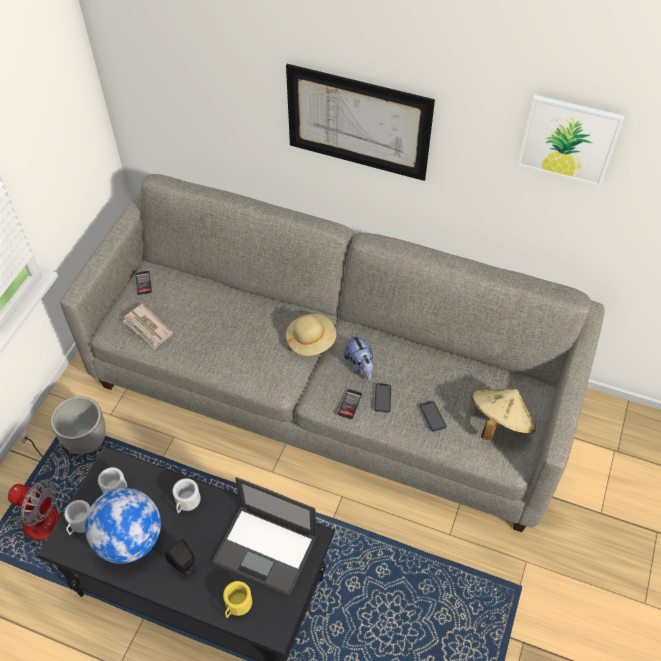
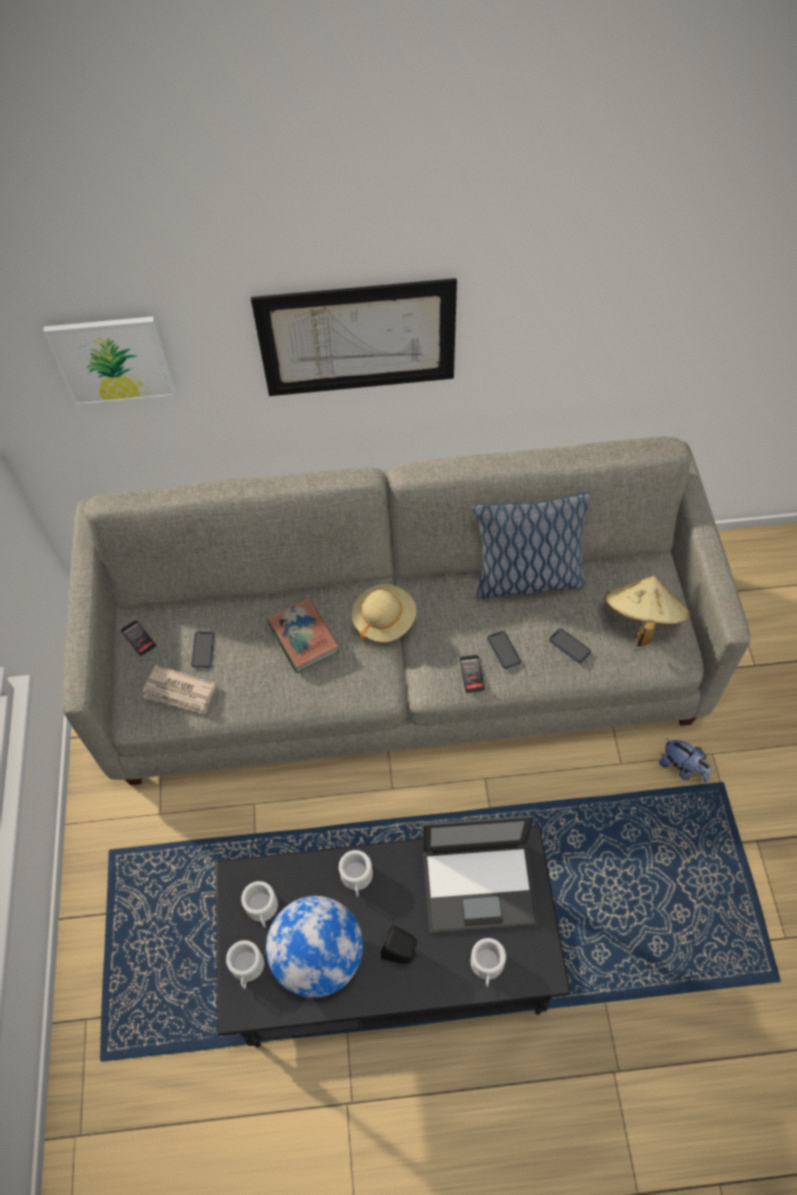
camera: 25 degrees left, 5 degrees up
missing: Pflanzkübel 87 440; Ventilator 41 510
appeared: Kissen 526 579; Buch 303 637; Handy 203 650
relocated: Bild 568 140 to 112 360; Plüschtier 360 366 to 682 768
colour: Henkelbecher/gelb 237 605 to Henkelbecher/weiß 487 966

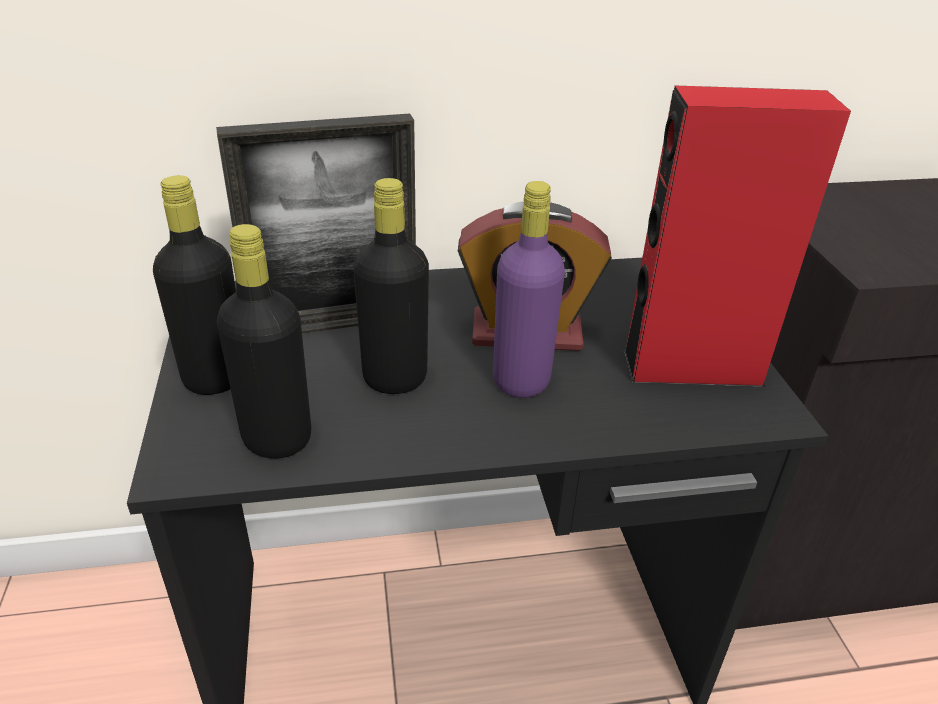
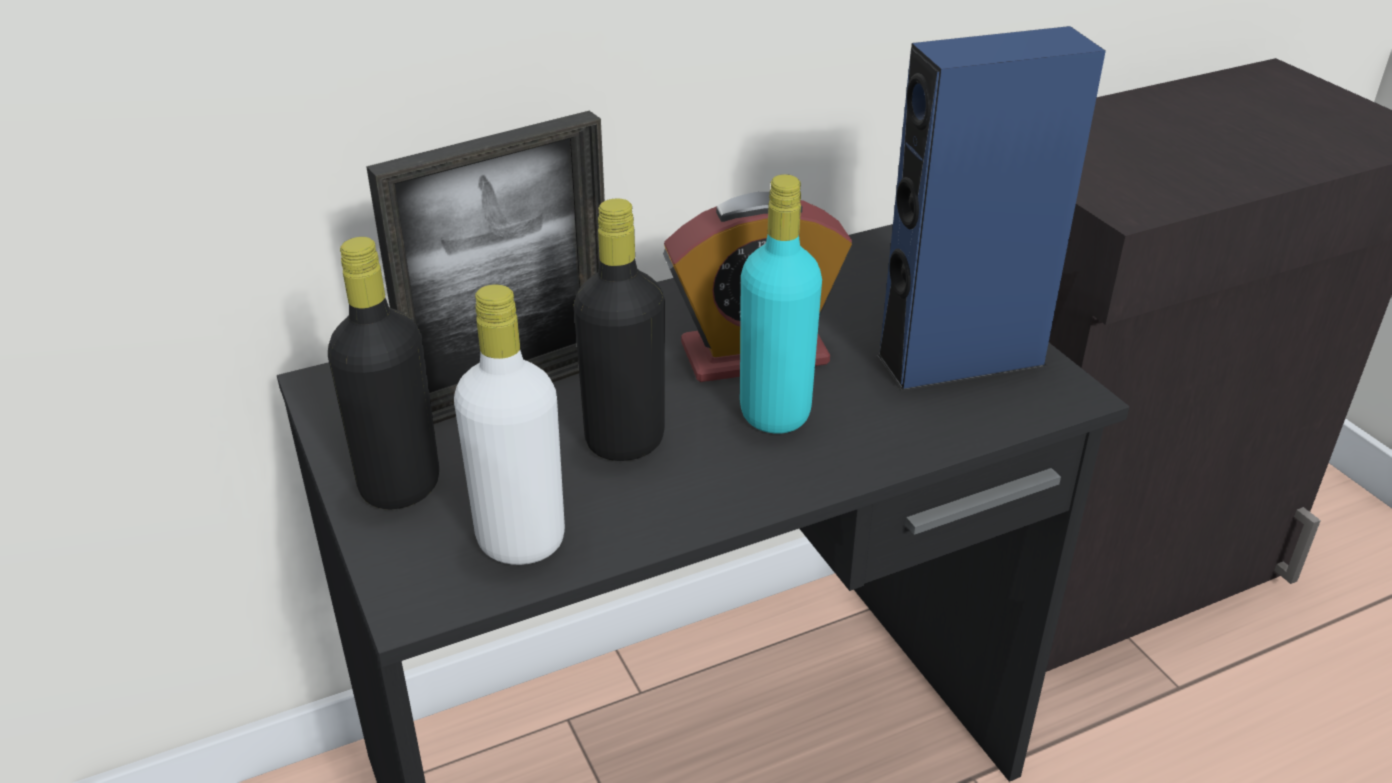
camera: 15 degrees left, 0 degrees up
colour: Lautsprecher/rot 692 369 to Lautsprecher/blau 960 361; Flasche/lila 521 380 to Flasche/türkis 775 413; Flasche/schwarz 277 439 to Flasche/weiß 521 541

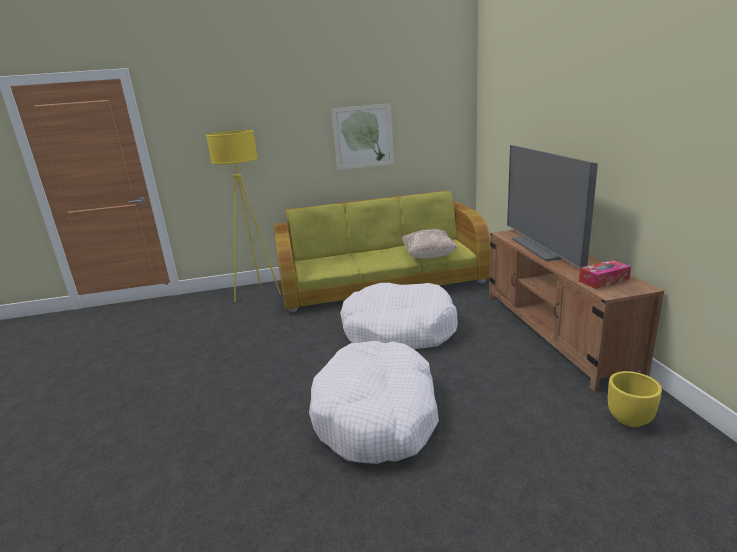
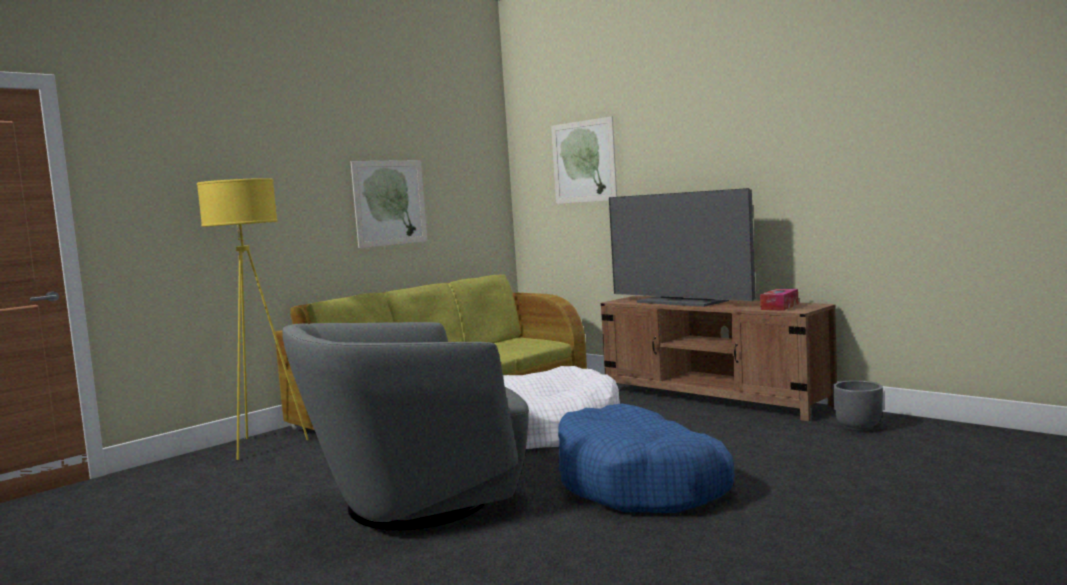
camera: 35 degrees left, 15 degrees down
missing: Kissen/beige 429 256
appeared: Bild 583 161; Sessel/grau 415 503
colour: Hundebett/weiß 377 415 to Hundebett/blau 640 484; Pflanzkübel/gelb 630 419 to Pflanzkübel/grau 859 427

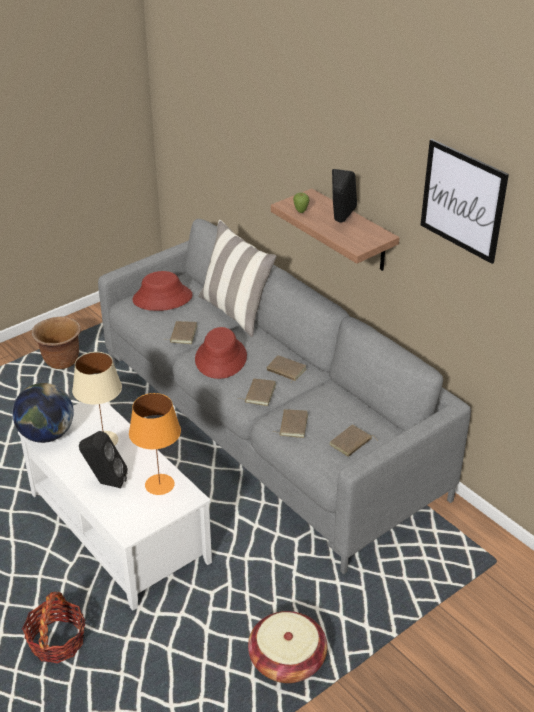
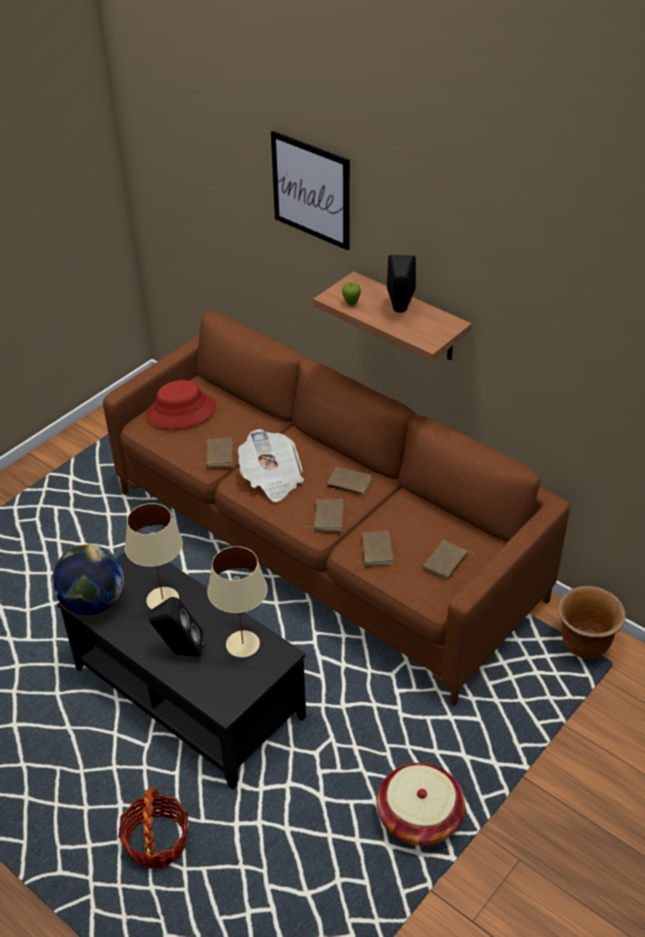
camera: 10 degrees left, 5 degrees up
missing: Kissen 236 312
relocated: Bild 462 200 to 311 190; Pflanzkübel/braun 61 361 to 584 645
exchanged: Hut/rot 221 358 to Zeitung 271 479
colour: Sofa/grau 267 428 to Sofa/braun 324 545; Tischlampe/orange 159 485 to Tischlampe/beige 242 644; Couchtisch/weiß 120 527 to Couchtisch/schwarz 190 691

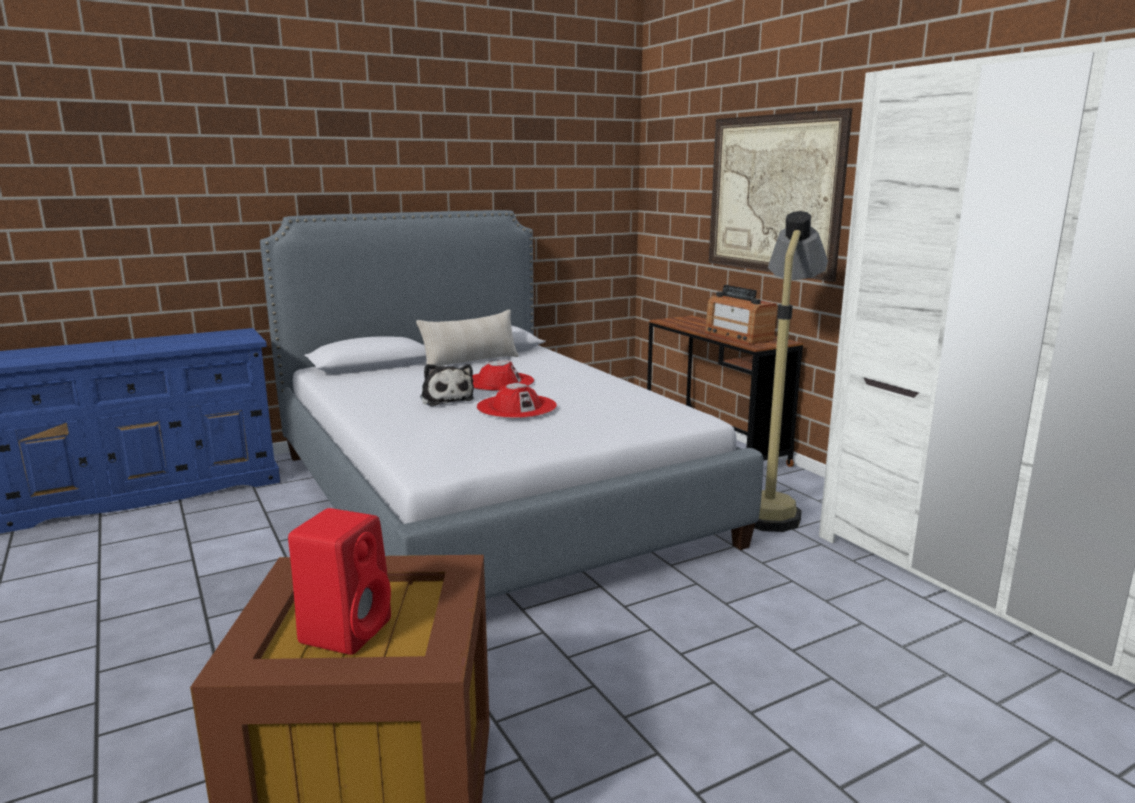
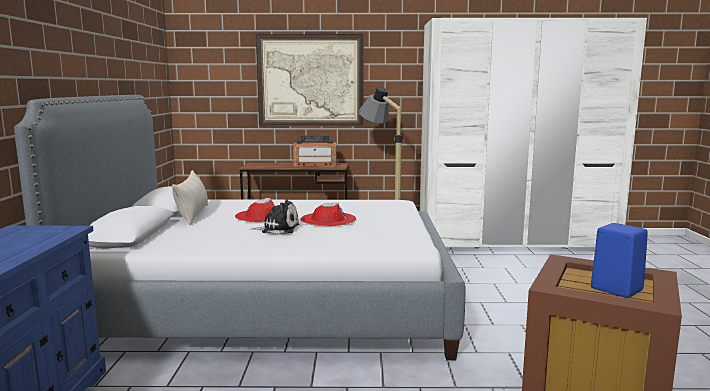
camera: 60 degrees left, 5 degrees down
colour: Lautsprecher/rot 346 629 to Lautsprecher/blau 614 289

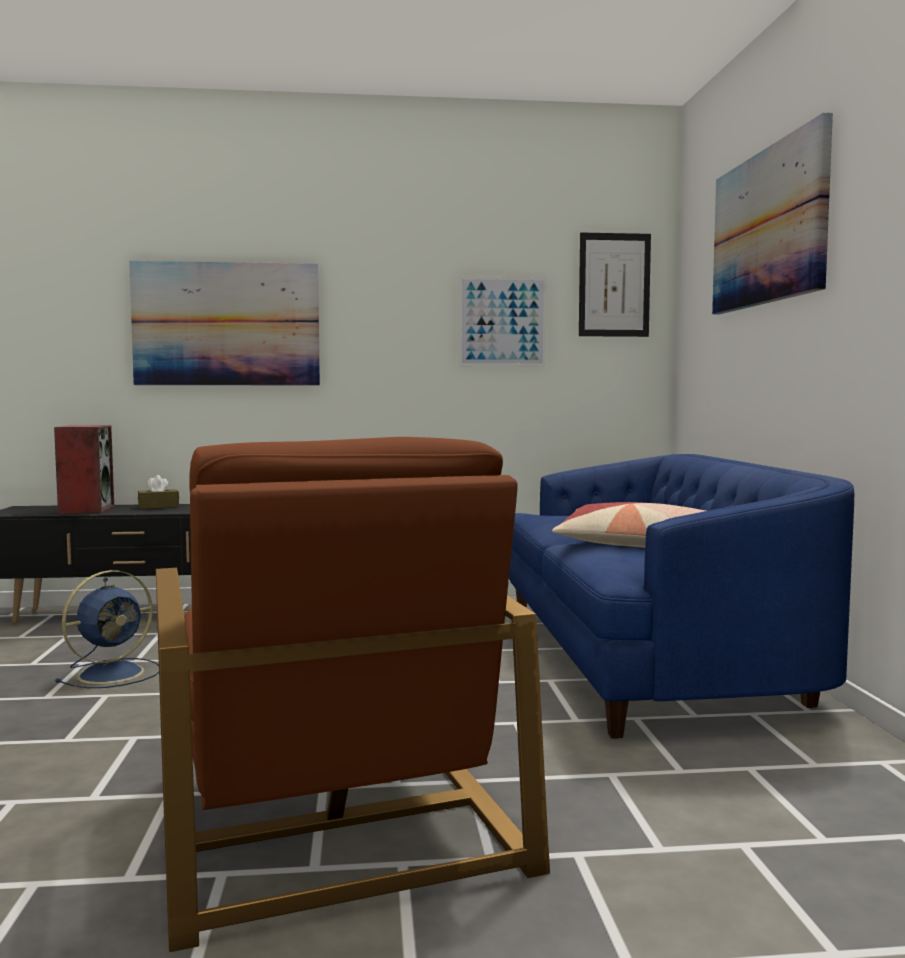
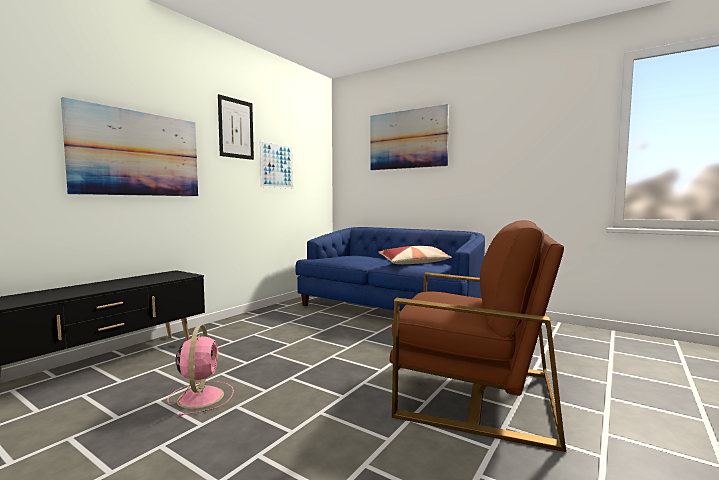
camera: 50 degrees left, 0 degrees up
missing: Lautsprecher 86 509; Taschentuchbox/braun 158 507
relocated: Bild 614 285 to 236 128
colour: Ventilator/blau 114 673 to Ventilator/rosa 201 396

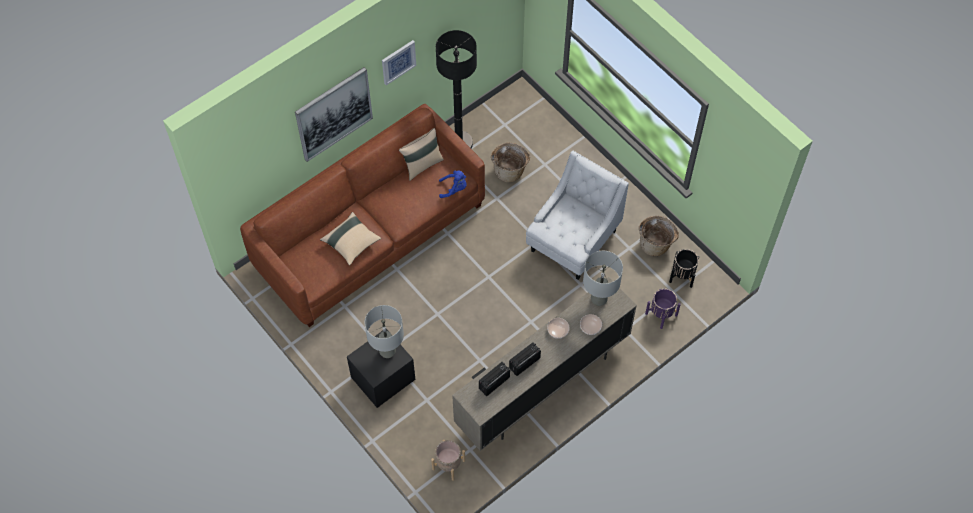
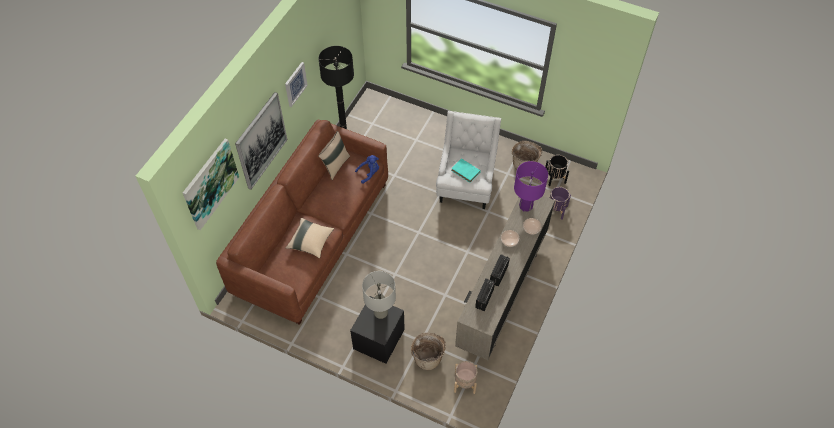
camera: 25 degrees left, 5 degrees down
appeared: Bild 210 183; Buch/türkis 466 172
relocated: Korb 510 170 to 428 357
colour: Tischlampe/grau 598 299 to Tischlampe/lila 525 206

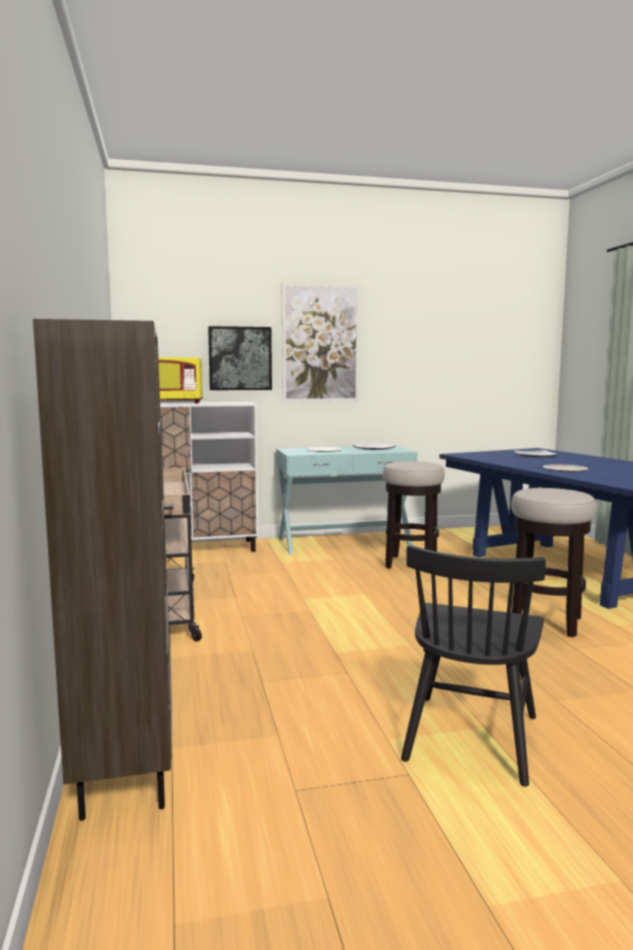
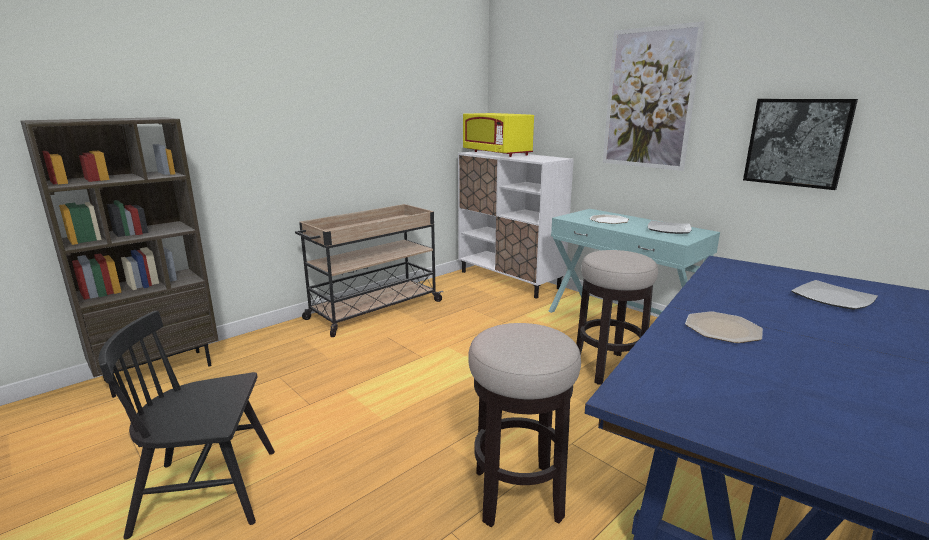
camera: 60 degrees right, 10 degrees up
relocated: Bild 240 358 to 796 142

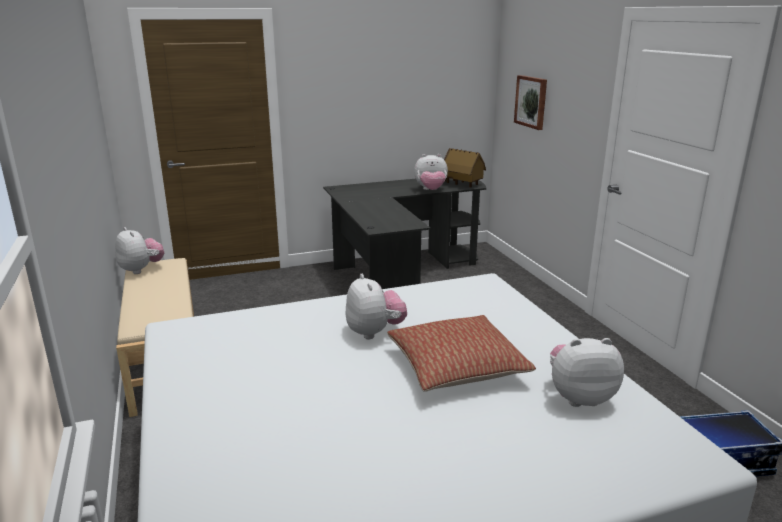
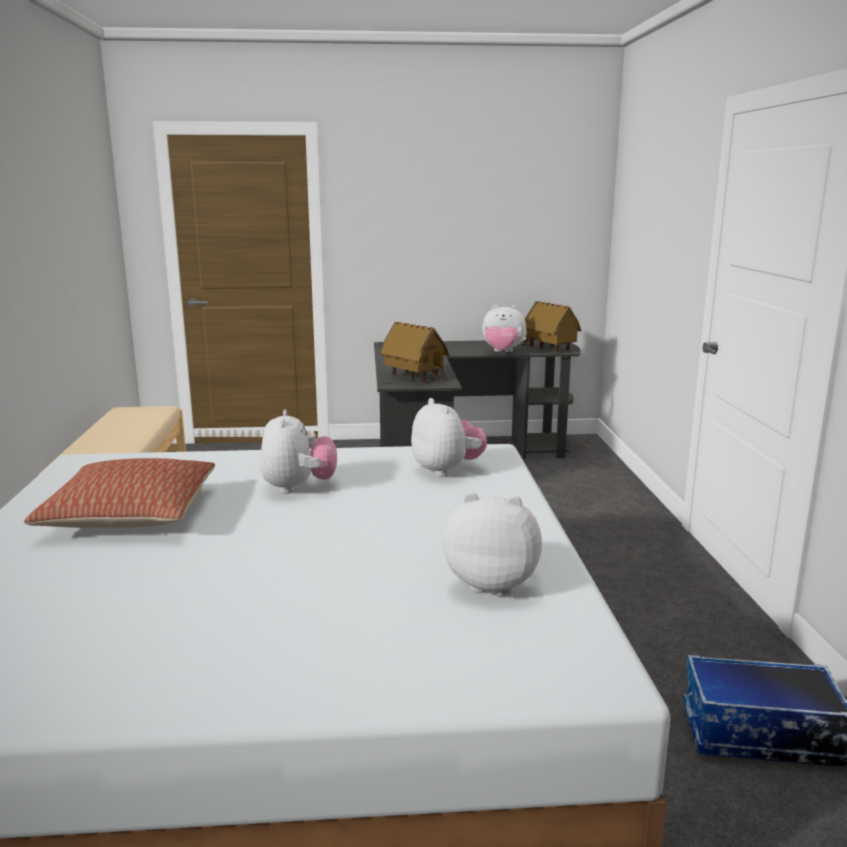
camera: 15 degrees right, 5 degrees down
missing: Bild 531 101
appeared: Spielzeughaus 415 377
relocated: Plüschtier 141 269 to 447 470; Kissen 456 367 to 130 515

